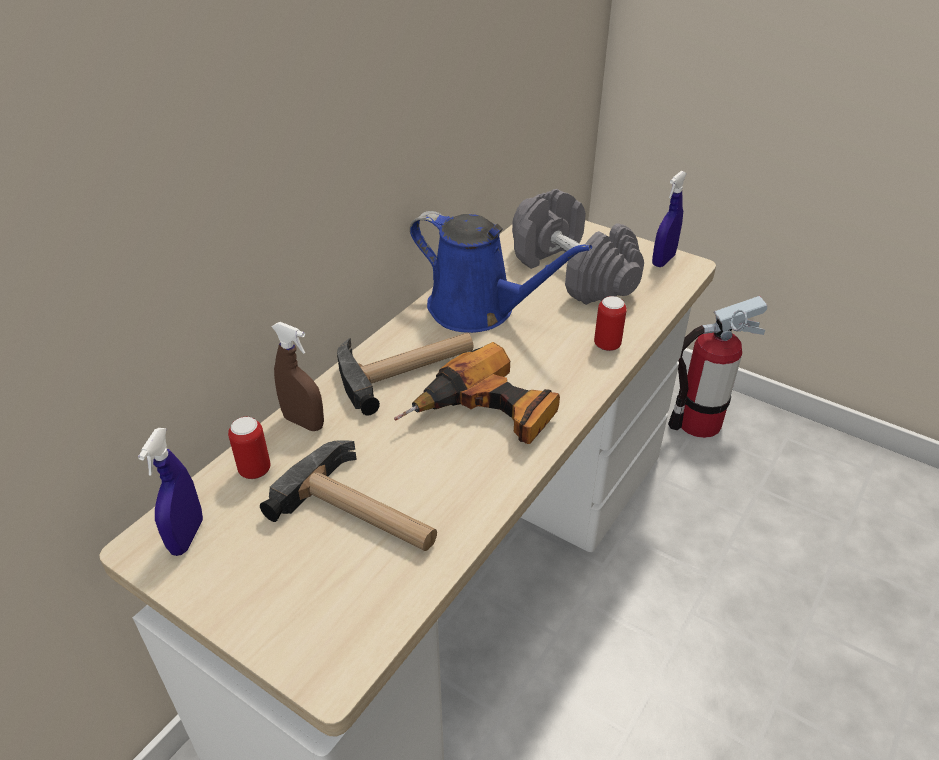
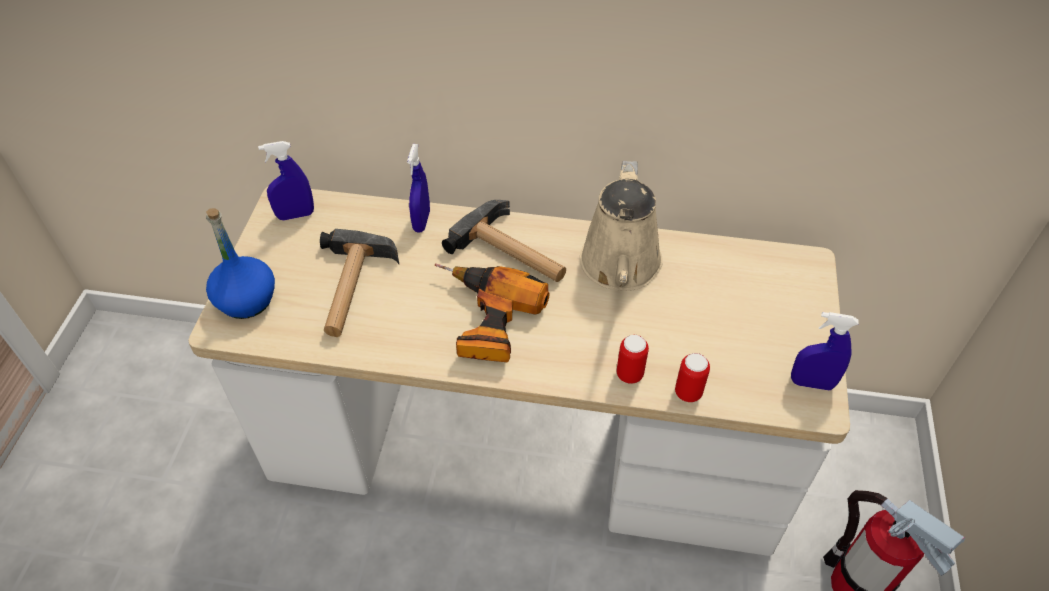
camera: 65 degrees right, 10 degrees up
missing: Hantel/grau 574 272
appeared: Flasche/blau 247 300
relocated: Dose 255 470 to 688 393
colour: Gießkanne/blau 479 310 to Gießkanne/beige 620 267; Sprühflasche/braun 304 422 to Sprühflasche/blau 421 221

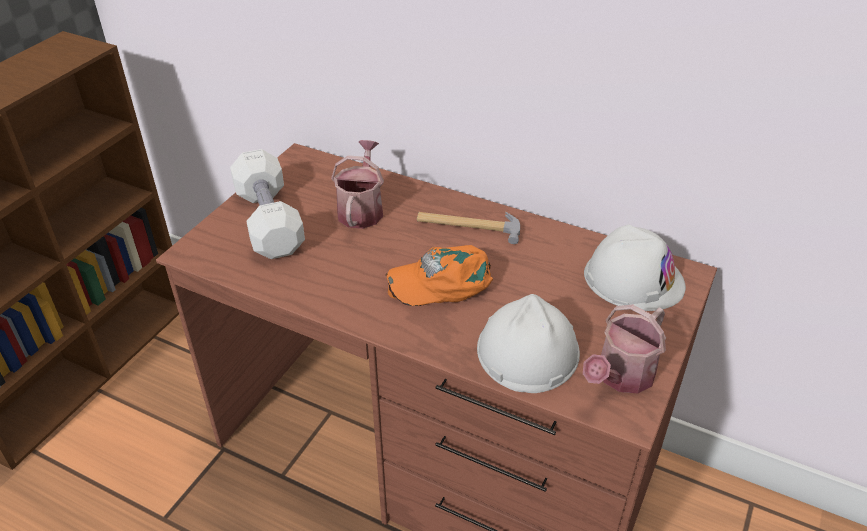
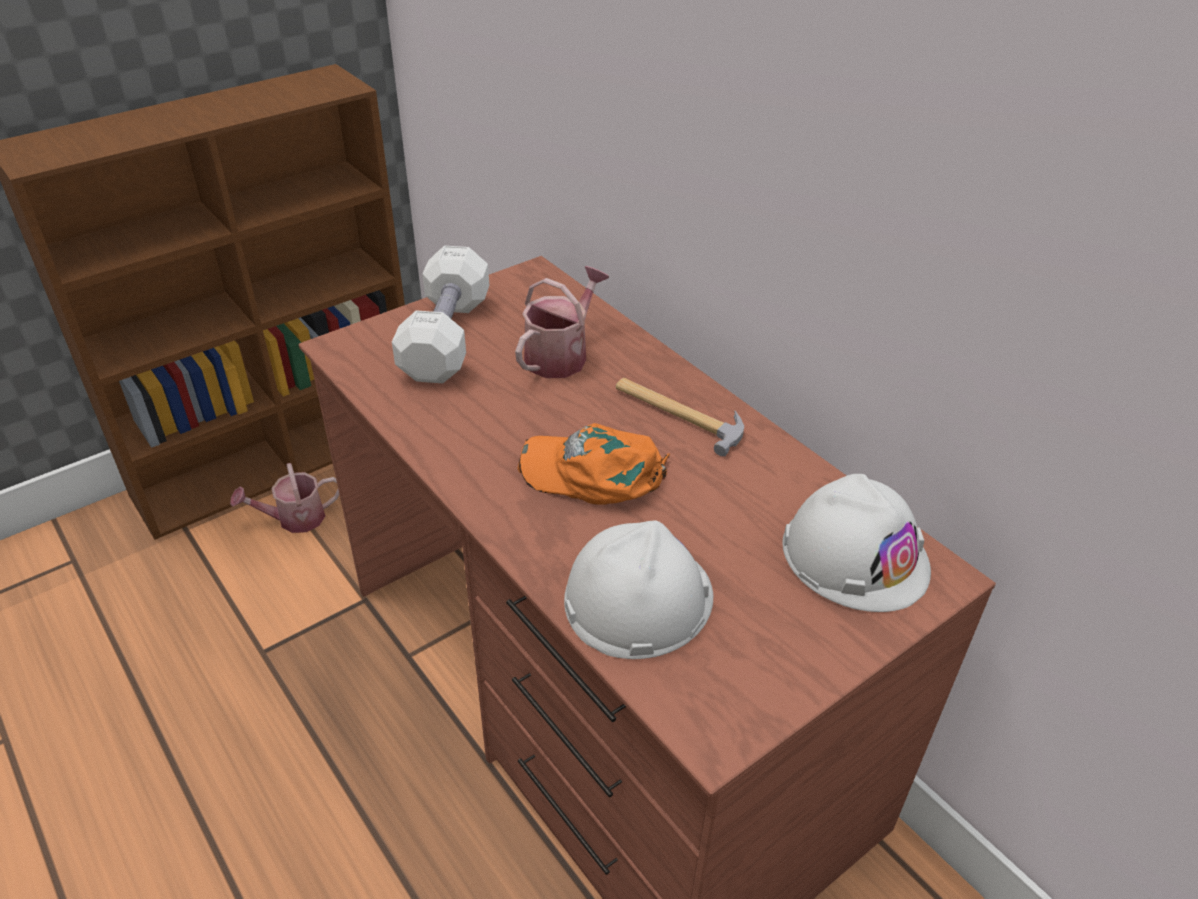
camera: 25 degrees right, 0 degrees up
relocated: Gießkanne 621 377 to 294 519

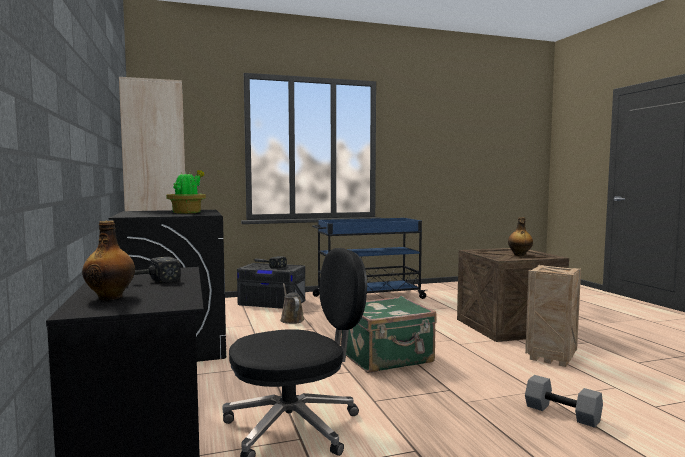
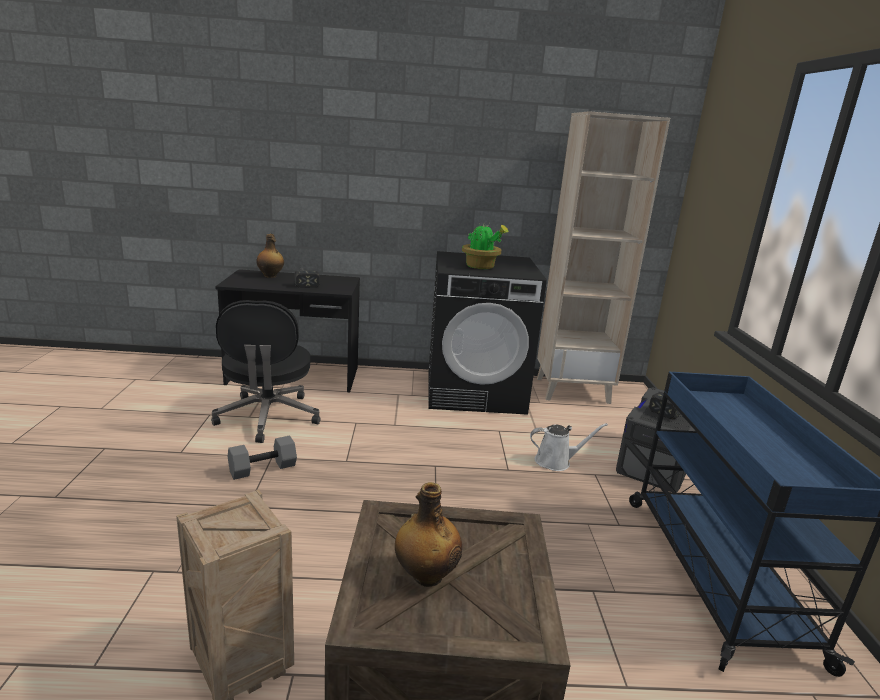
camera: 105 degrees right, 15 degrees up
missing: Koffer/grün 387 358
relocated: Hantel/grau 563 413 to 262 469
colour: Gießkanne/braun 291 319 to Gießkanne/weiß 556 461

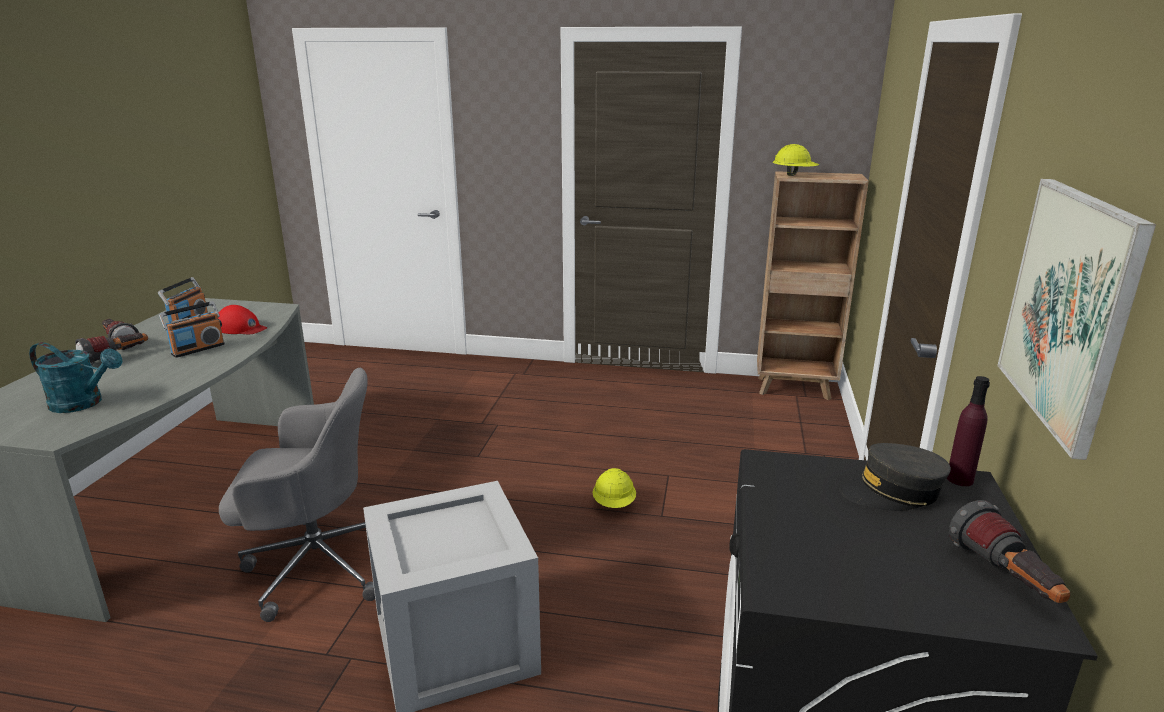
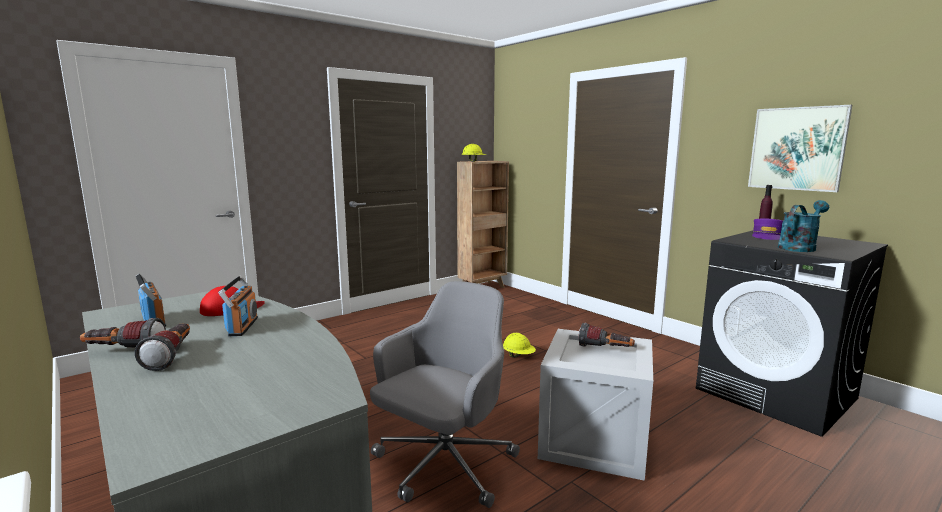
camera: 50 degrees left, 10 degrees down
relocated: Gießkanne/türkis 84 404 to 799 247; Taschenlampe 1006 579 to 605 349
colour: Kappe/grau 893 492 to Kappe/lila 768 236

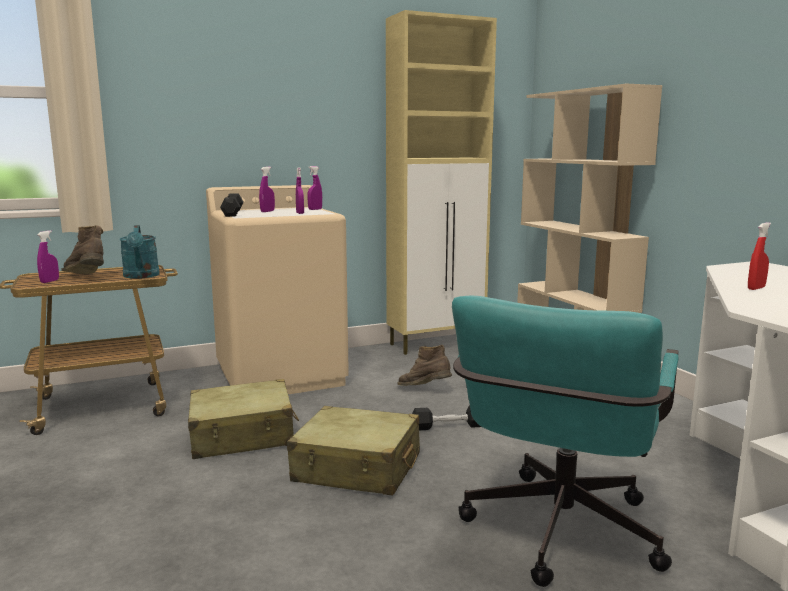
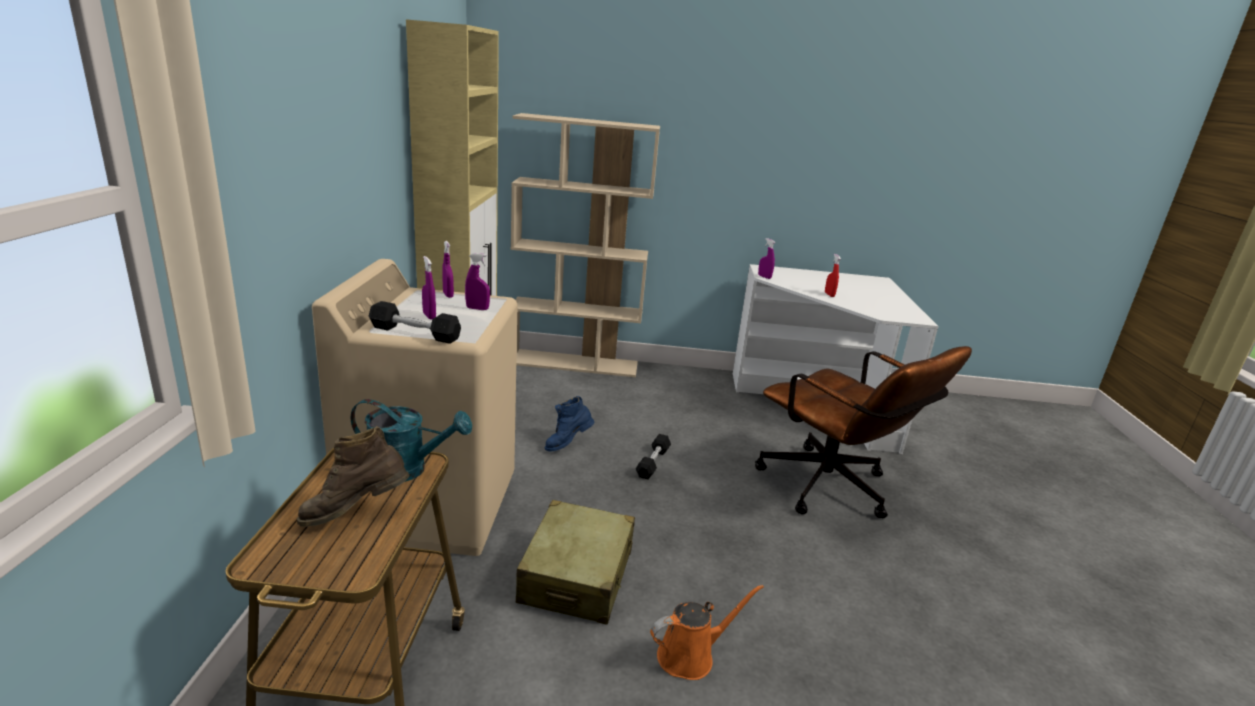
camera: 65 degrees left, 10 degrees up
missing: Koffer/beige 357 468
appeared: Gießkanne/orange 690 655
relocated: Sprühflasche/lila 50 281 to 764 277
colour: Bürostuhl/türkis 557 538 to Bürostuhl/braun 834 491; Stiefel/braun 425 389 to Stiefel/blau 567 444

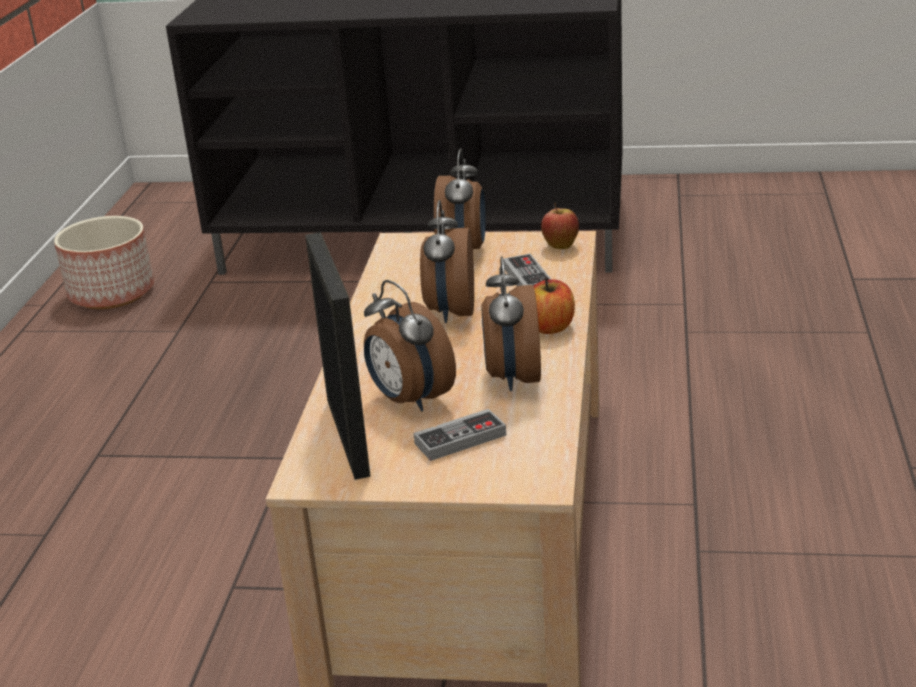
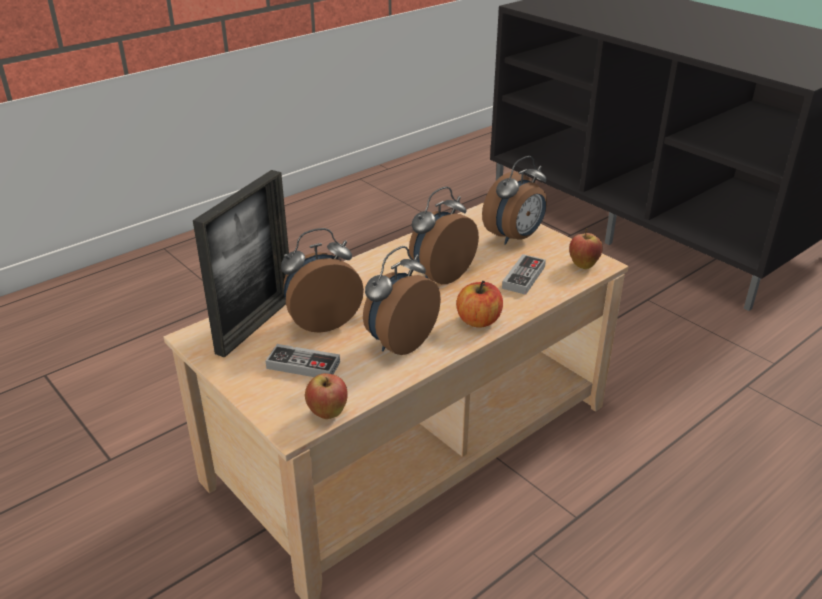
camera: 40 degrees right, 5 degrees up
missing: Pflanzkübel 111 294
appeared: Apfel 328 414
spun: Wecker 409 400 = 322 321 60 degrees clockwise

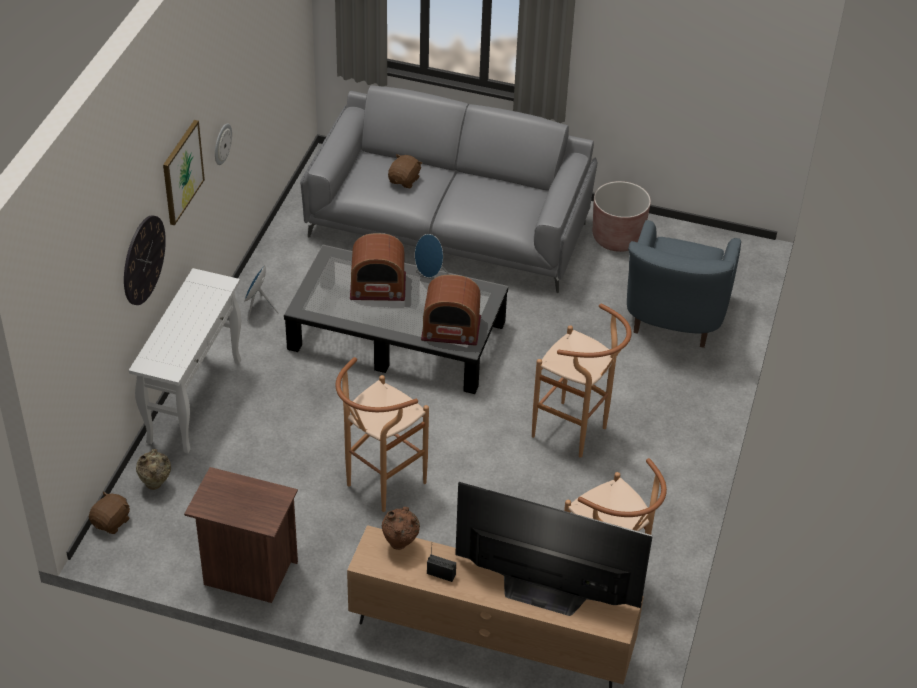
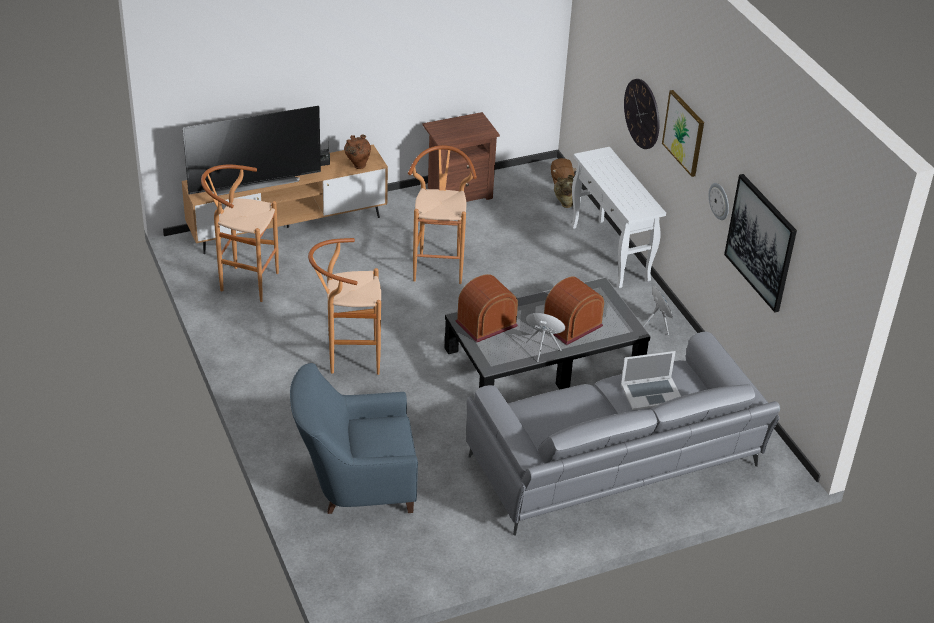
camera: 140 degrees right, 5 degrees down
missing: Pflanzkübel/braun 617 238
appeared: Bild 761 242
exchanged: Plüschtier/braun 404 180 to Laptop 651 393
spun: Sessel/blau 674 320 = 355 485 75 degrees counterclockwise

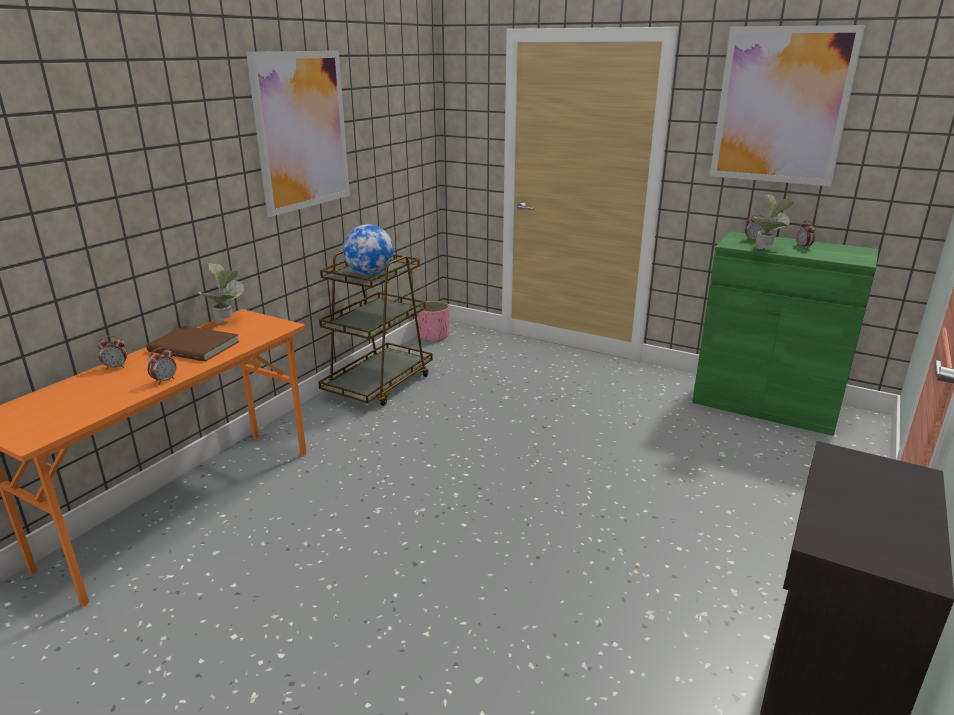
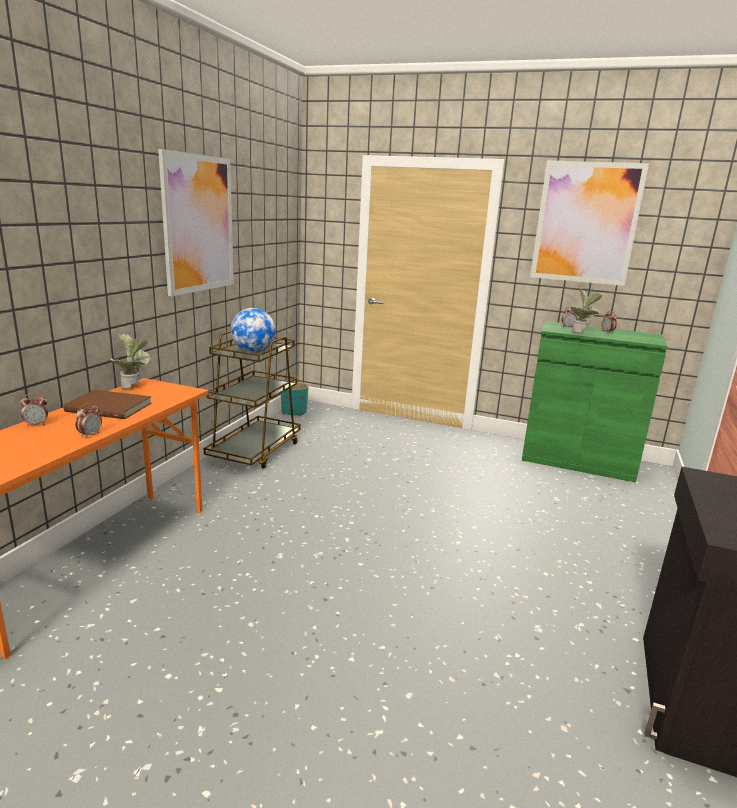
camera: 10 degrees left, 5 degrees down
colour: Pflanzkübel/rosa 433 336 to Pflanzkübel/türkis 293 412

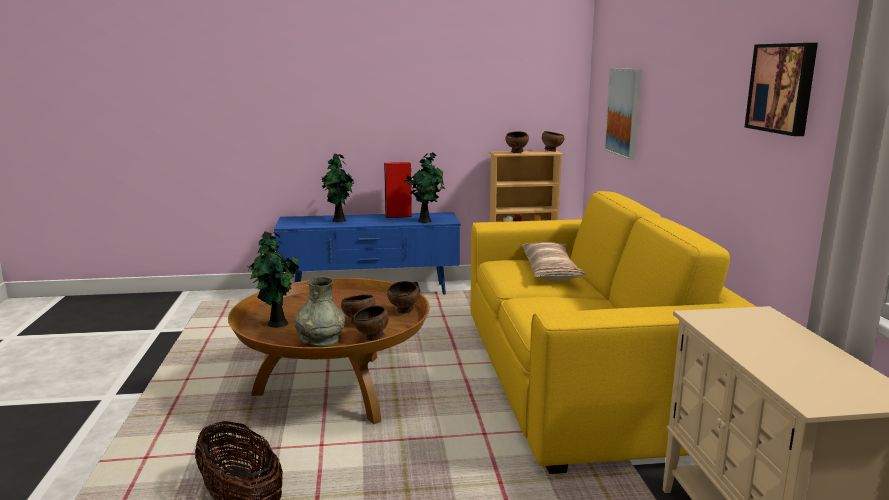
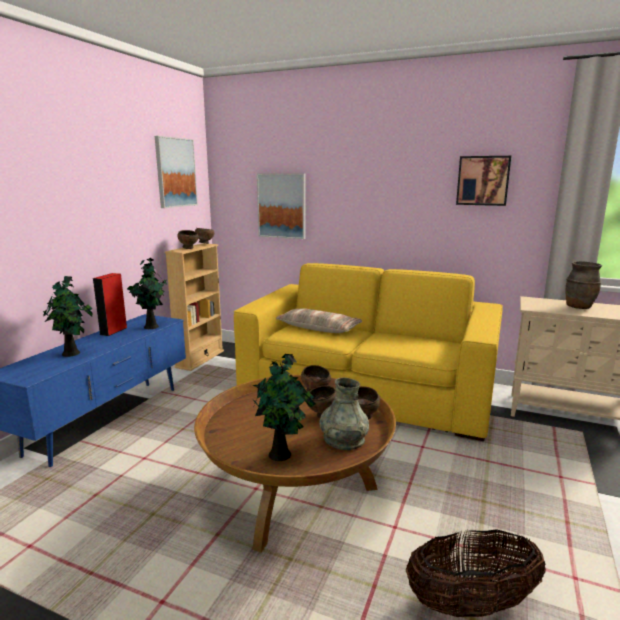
camera: 60 degrees left, 0 degrees up
appeared: Bild 175 172; Vase/braun 579 307

